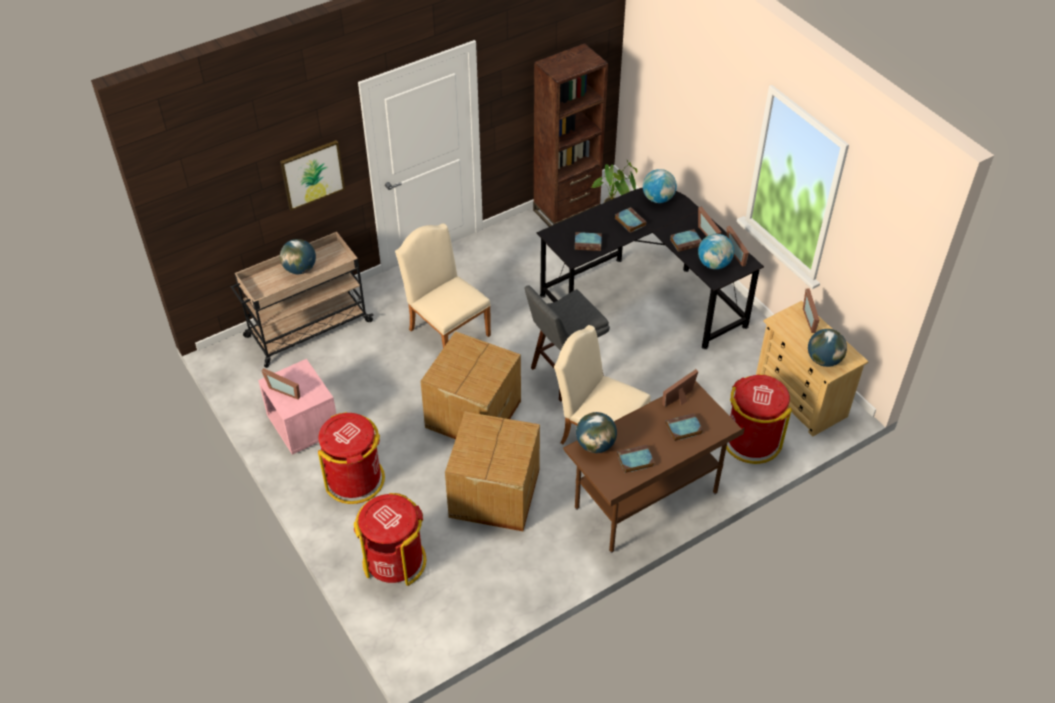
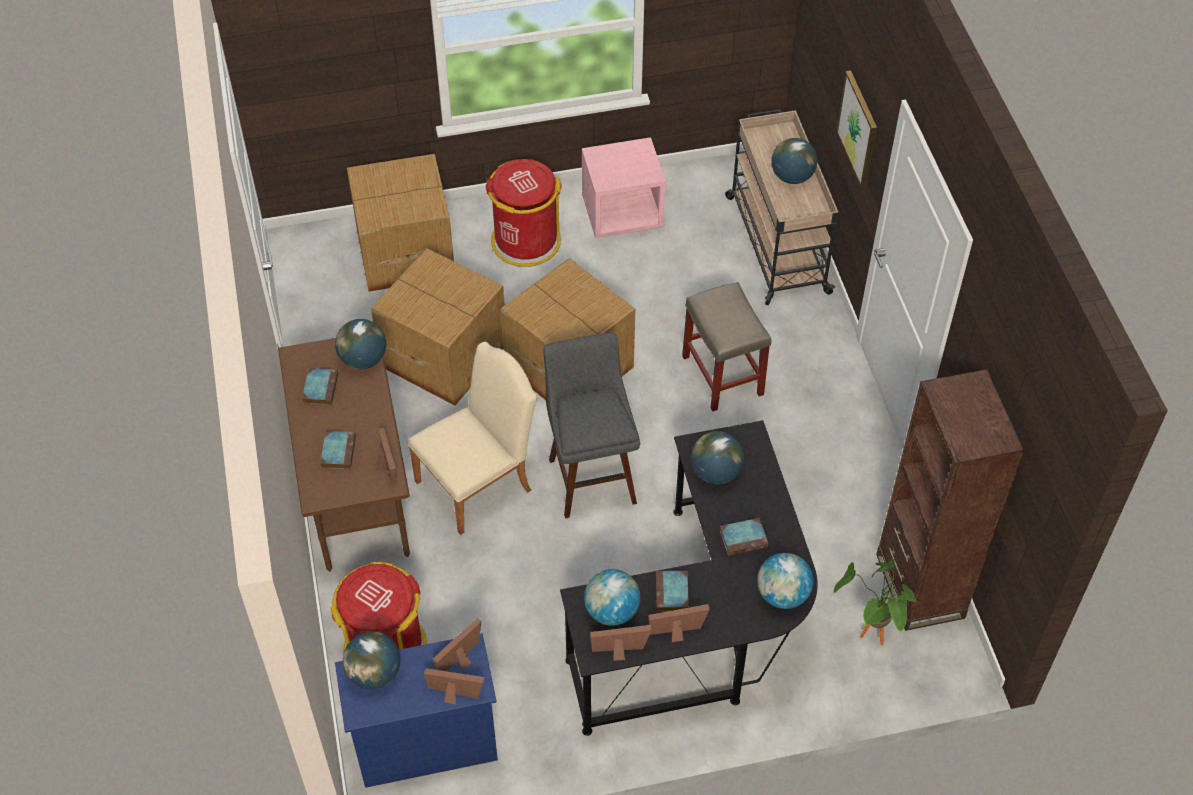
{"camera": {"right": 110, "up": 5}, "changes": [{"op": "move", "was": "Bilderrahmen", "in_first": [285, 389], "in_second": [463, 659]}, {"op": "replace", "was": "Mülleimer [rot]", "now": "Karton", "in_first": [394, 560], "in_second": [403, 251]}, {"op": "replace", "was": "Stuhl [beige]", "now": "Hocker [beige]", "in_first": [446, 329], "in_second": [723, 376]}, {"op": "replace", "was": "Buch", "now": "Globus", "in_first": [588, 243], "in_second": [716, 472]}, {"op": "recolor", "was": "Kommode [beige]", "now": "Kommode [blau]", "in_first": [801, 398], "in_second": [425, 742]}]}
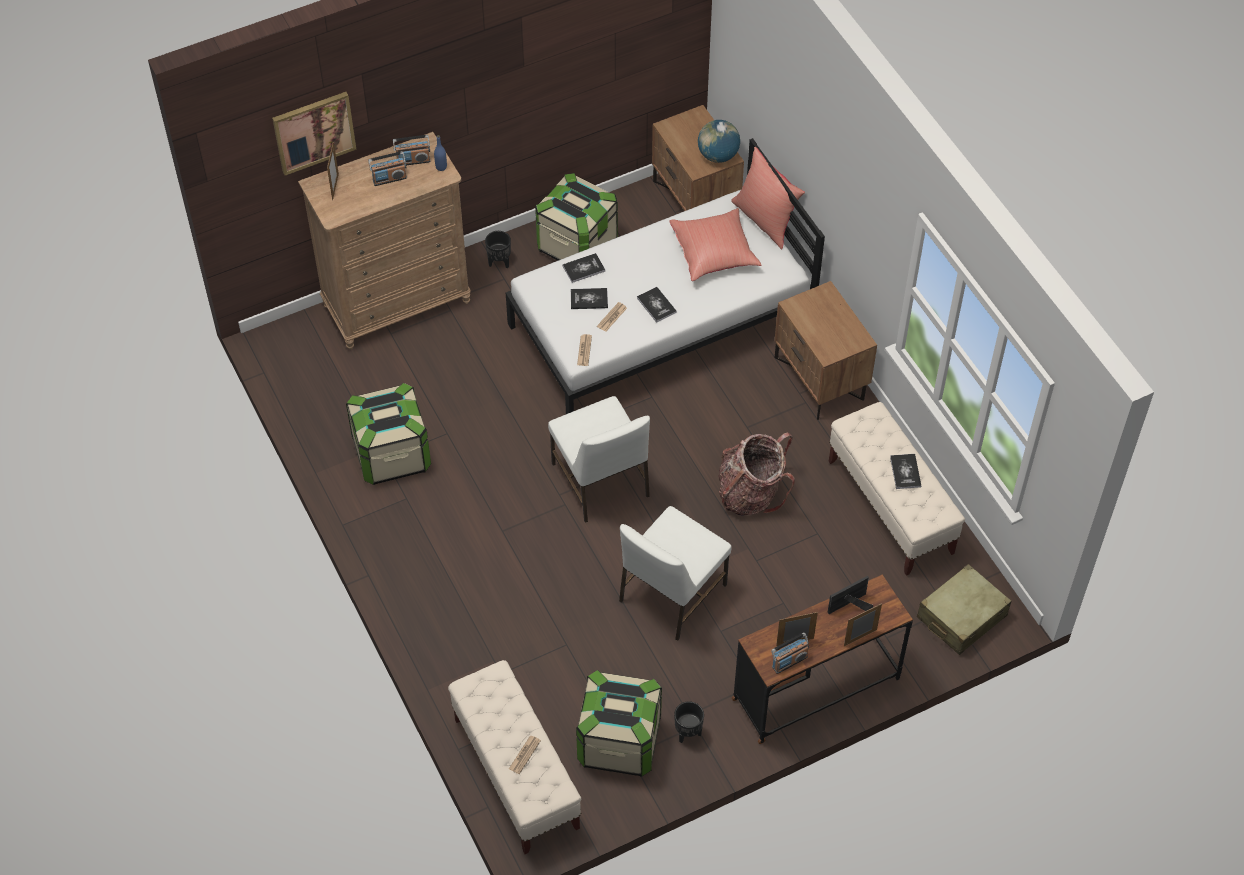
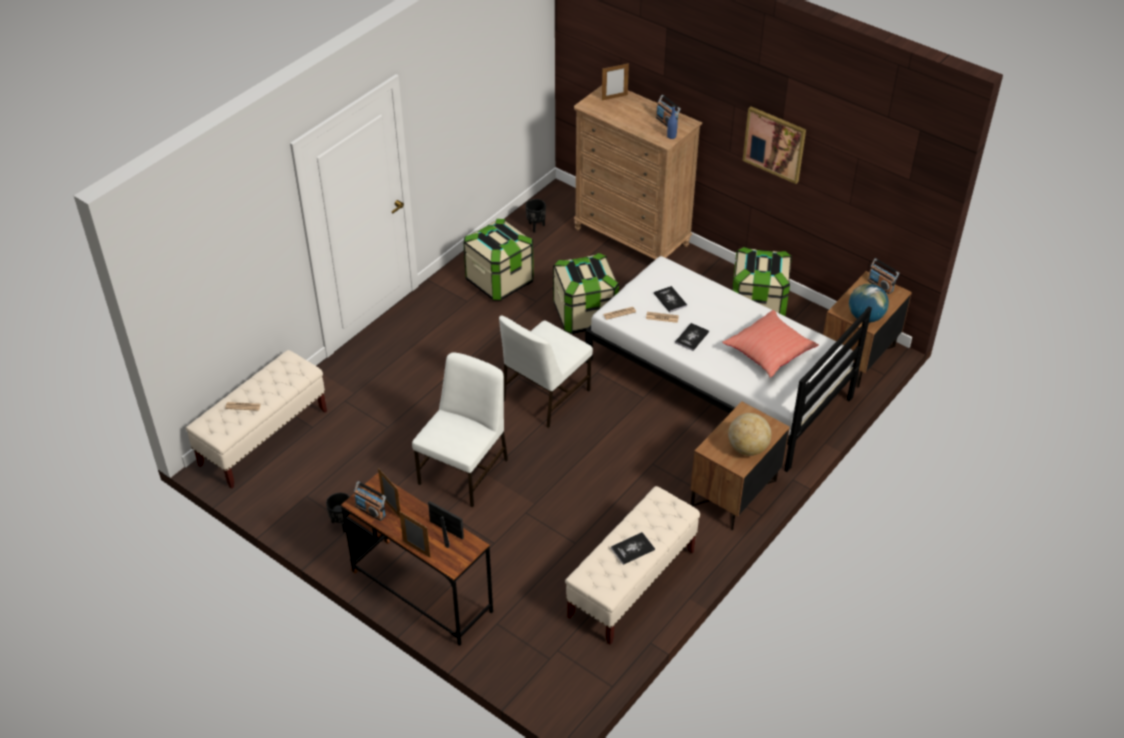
{"camera": {"right": 65, "up": -10}, "changes": [{"op": "move", "was": "Bild", "in_first": [314, 132], "in_second": [774, 144]}, {"op": "move", "was": "Radio", "in_first": [389, 179], "in_second": [880, 285]}, {"op": "move", "was": "Pflanzkübel [schwarz]", "in_first": [499, 262], "in_second": [535, 226]}, {"op": "delete", "was": "Buch", "in_first": [584, 268]}, {"op": "move", "was": "Aufbewahrungsbox", "in_first": [619, 741], "in_second": [585, 315]}, {"op": "rotate", "was": "Stuhl [weiß]", "in_first": [671, 594], "in_second": [465, 471], "clockwise": 105}, {"op": "delete", "was": "Rucksack", "in_first": [751, 493]}, {"op": "delete", "was": "Kissen [rot]", "in_first": [765, 220]}, {"op": "delete", "was": "Koffer [beige]", "in_first": [961, 617]}, {"op": "insert", "now": "Globus", "in_second": [747, 448]}]}
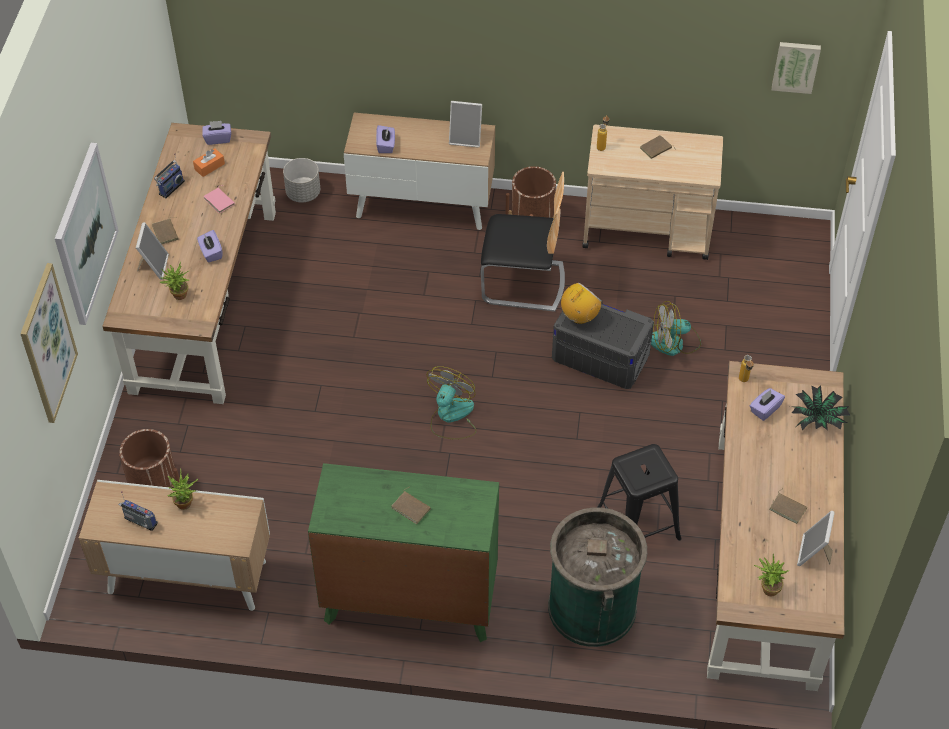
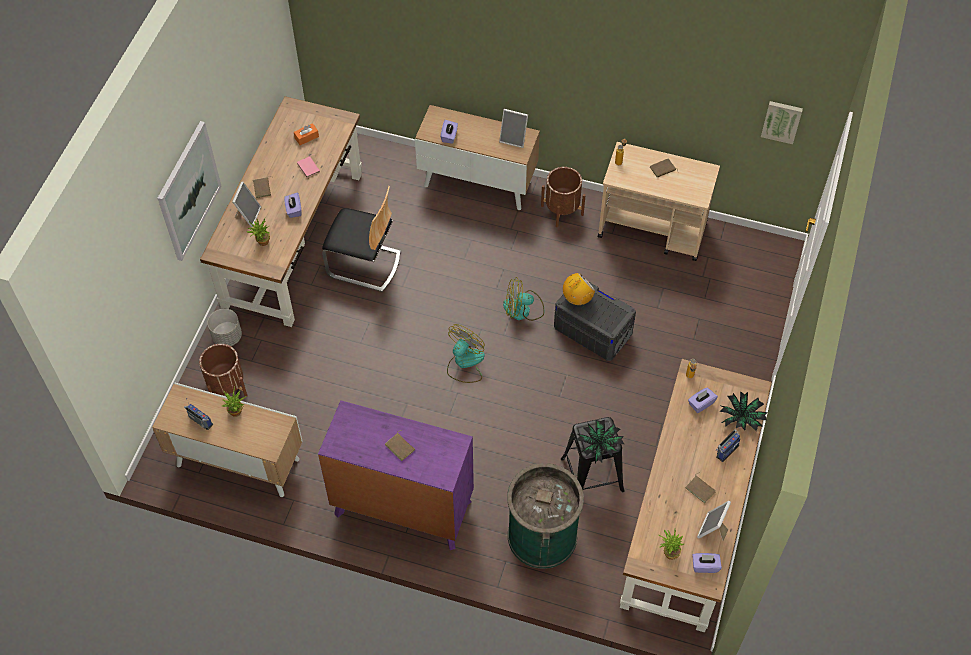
{"camera": {"right": 10, "up": 5}, "changes": [{"op": "delete", "was": "Bild", "in_first": [47, 344]}, {"op": "move", "was": "Radio", "in_first": [170, 187], "in_second": [726, 450]}, {"op": "move", "was": "Taschentuchbox [lila]", "in_first": [218, 139], "in_second": [705, 566]}, {"op": "move", "was": "Pflanzkübel [grau]", "in_first": [303, 193], "in_second": [227, 337]}, {"op": "recolor", "was": "Kommode [grün]", "now": "Kommode [lila]", "in_first": [409, 600], "in_second": [402, 508]}, {"op": "move", "was": "Stuhl", "in_first": [523, 283], "in_second": [364, 264]}, {"op": "move", "was": "Ventilator", "in_first": [674, 342], "in_second": [523, 309]}, {"op": "insert", "now": "Topfpflanze", "in_second": [600, 446]}]}
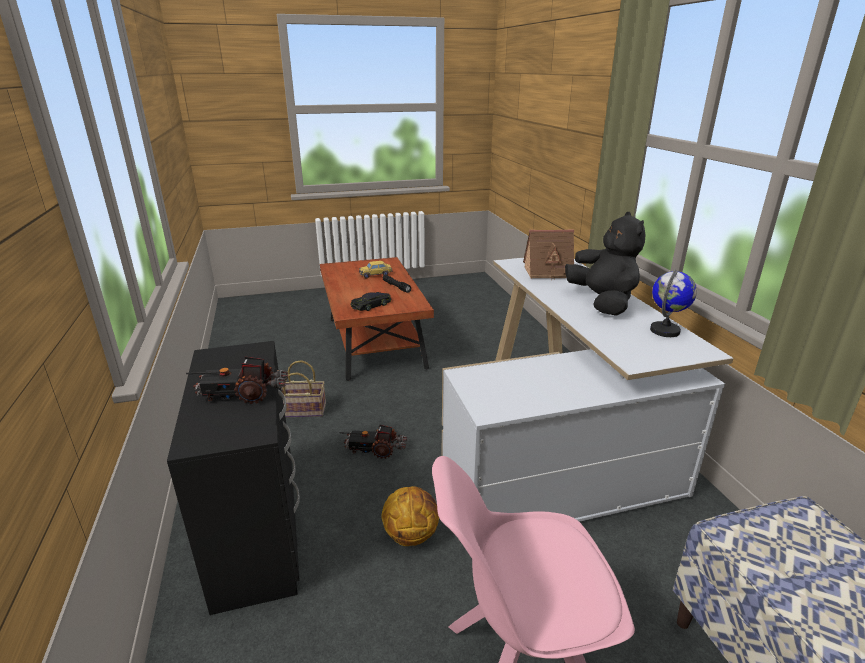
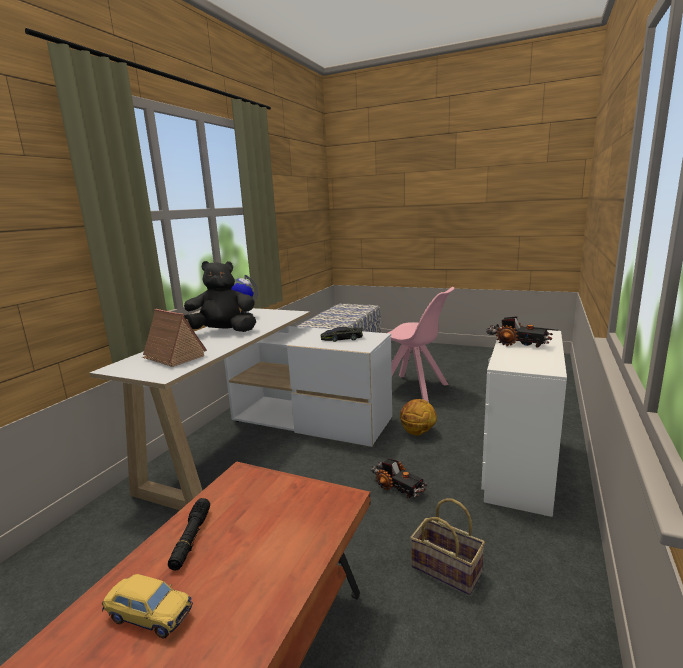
{"camera": {"right": -140, "up": -10}, "changes": [{"op": "recolor", "was": "Kommode [schwarz]", "now": "Kommode [weiß]", "in_first": [259, 529], "in_second": [517, 468]}, {"op": "move", "was": "Spielzeugauto [schwarz]", "in_first": [371, 305], "in_second": [342, 338]}, {"op": "rotate", "was": "Plüschtier [schwarz]", "in_first": [602, 302], "in_second": [222, 332], "clockwise": 60}]}
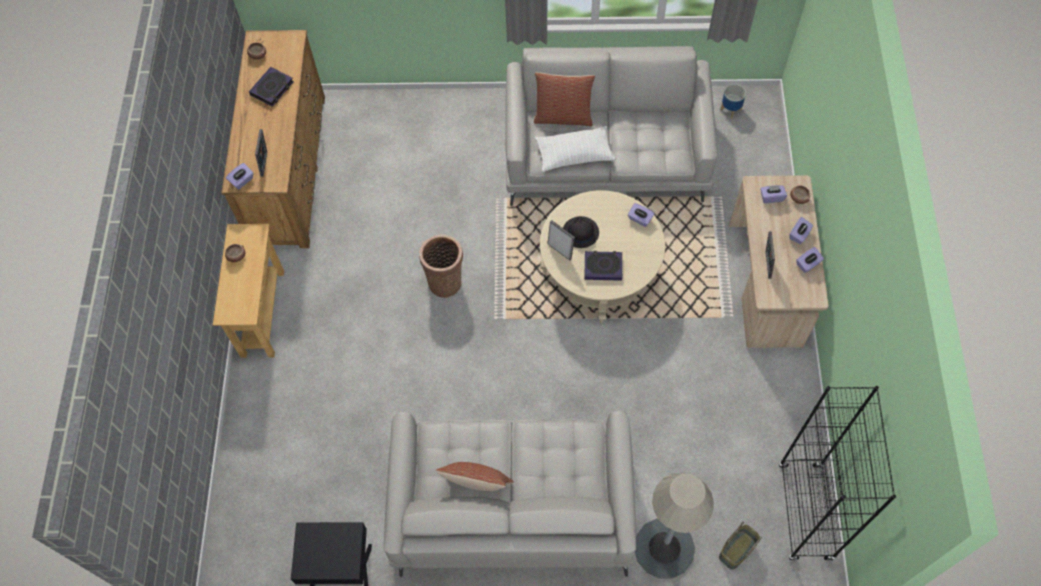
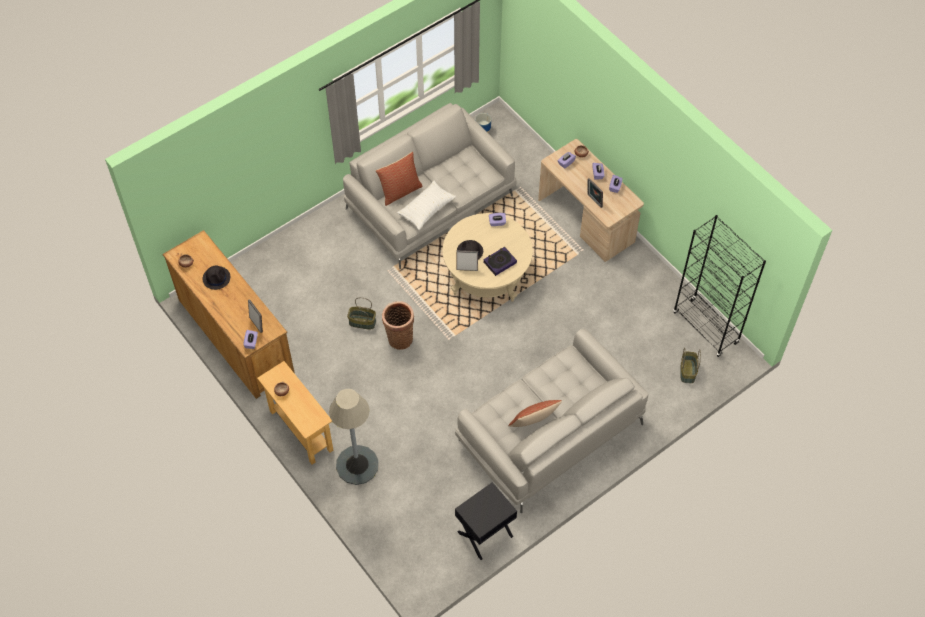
{"camera": {"right": -40, "up": -5}, "changes": [{"op": "replace", "was": "Buch", "now": "Hut [schwarz]", "in_first": [272, 89], "in_second": [216, 278]}, {"op": "move", "was": "Stehlampe [grau]", "in_first": [664, 548], "in_second": [357, 465]}, {"op": "insert", "now": "Korb", "in_second": [362, 322]}]}
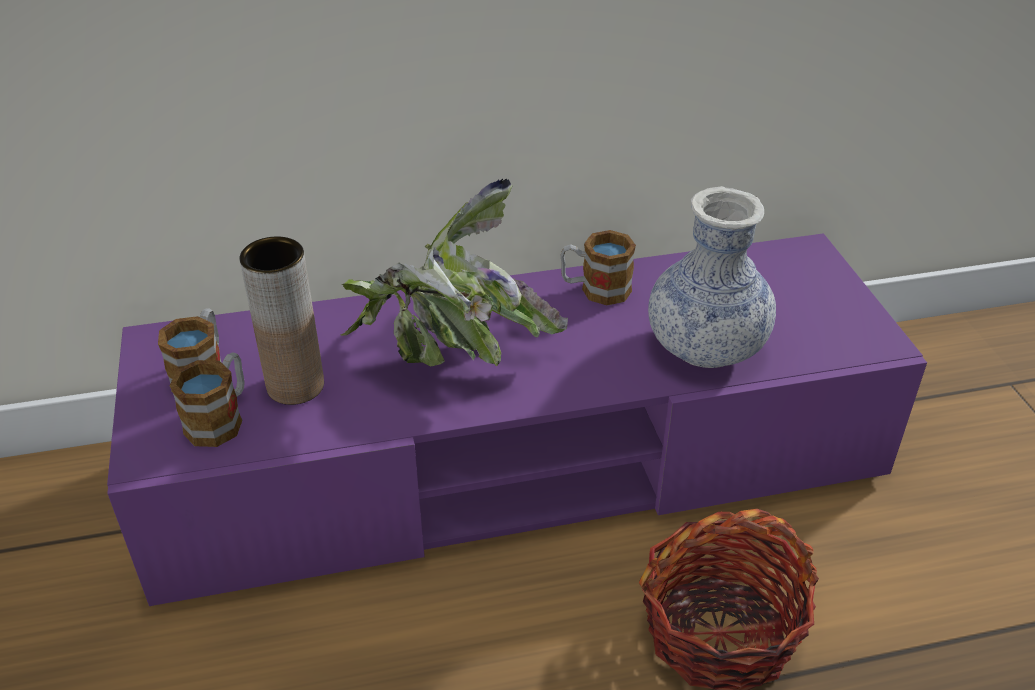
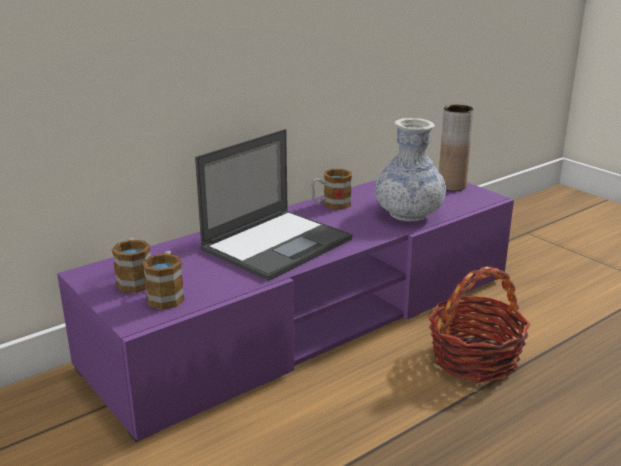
{"camera": {"right": -25, "up": -15}, "changes": [{"op": "move", "was": "Vase [braun]", "in_first": [295, 386], "in_second": [452, 186]}, {"op": "replace", "was": "Topfpflanze", "now": "Laptop", "in_first": [449, 356], "in_second": [278, 243]}]}
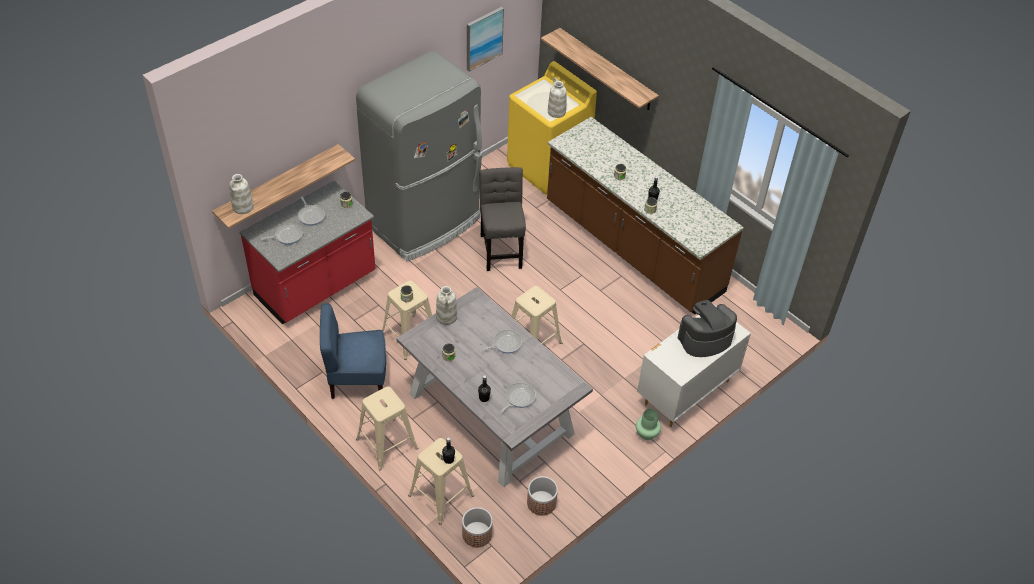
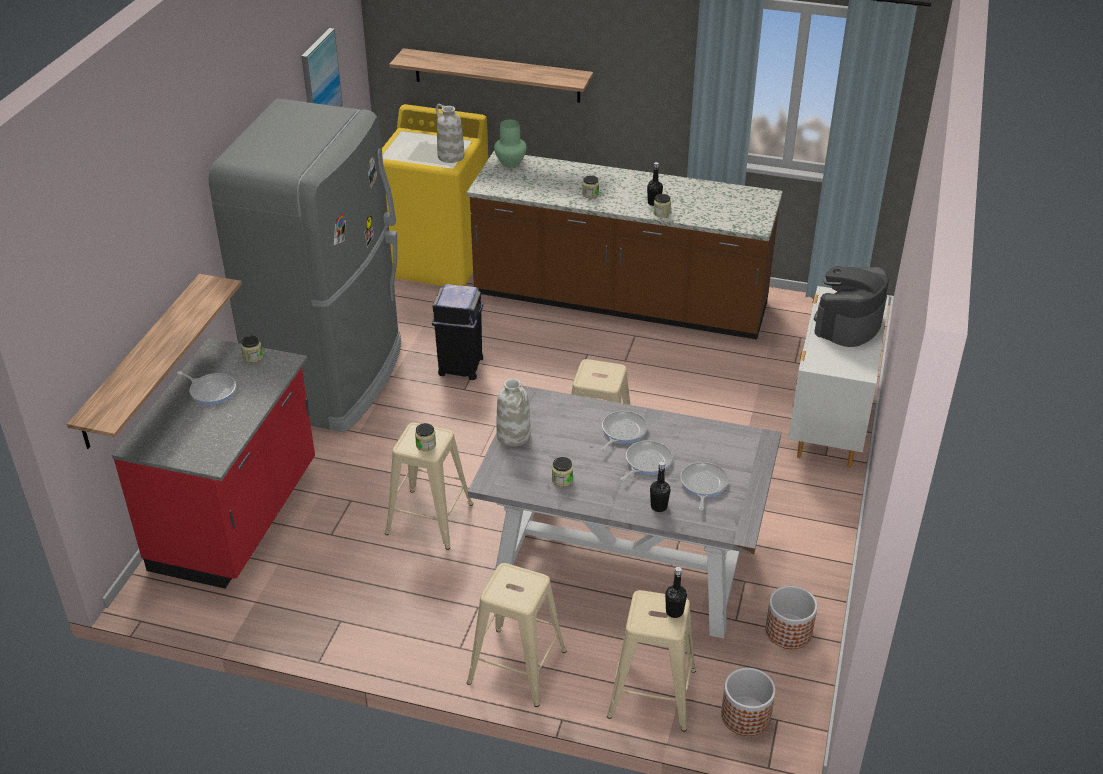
{"camera": {"right": -30, "up": -10}, "changes": [{"op": "delete", "was": "Vase [weiß]", "in_first": [243, 207]}, {"op": "move", "was": "Pfanne", "in_first": [287, 236], "in_second": [646, 462]}, {"op": "delete", "was": "Stuhl [blau]", "in_first": [357, 379]}, {"op": "replace", "was": "Stuhl [grau]", "now": "Mülleimer [schwarz]", "in_first": [501, 248], "in_second": [460, 367]}, {"op": "move", "was": "Vase [grün]", "in_first": [647, 434], "in_second": [511, 162]}]}
